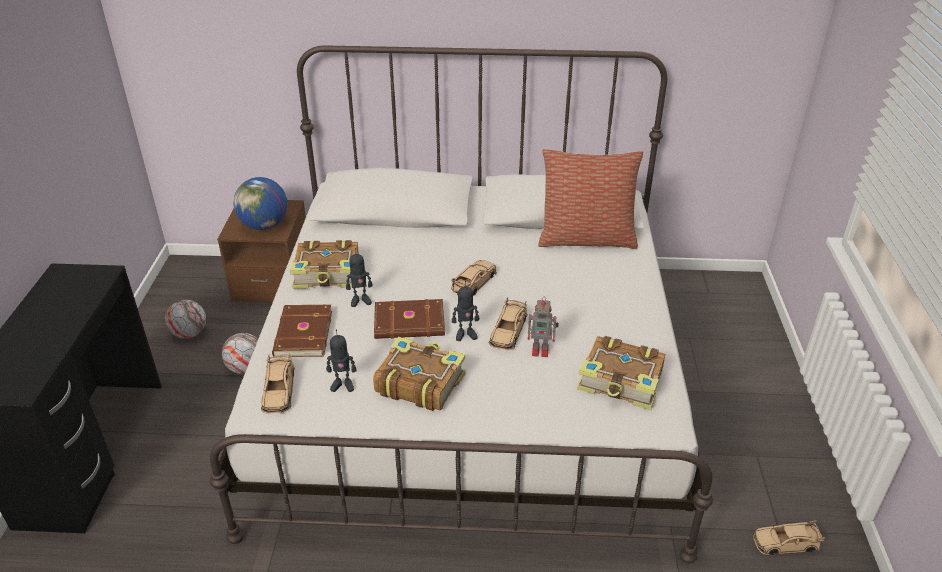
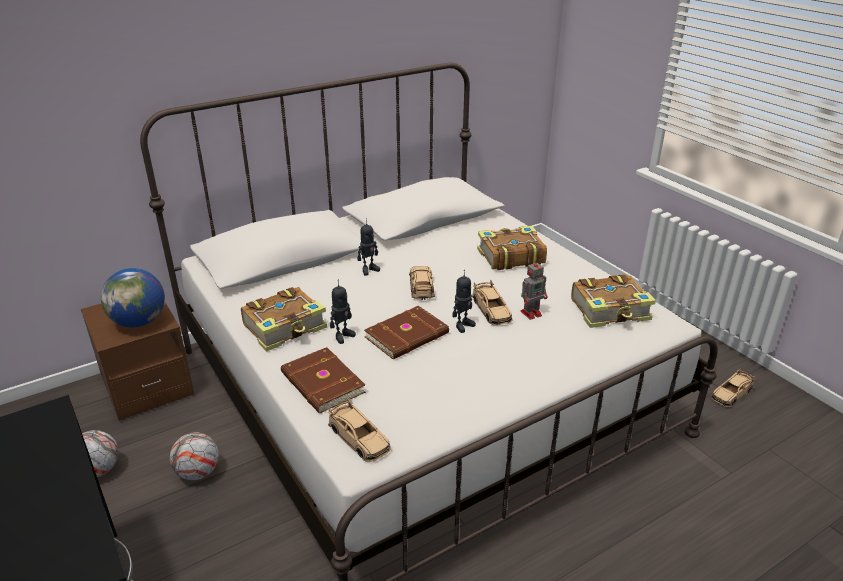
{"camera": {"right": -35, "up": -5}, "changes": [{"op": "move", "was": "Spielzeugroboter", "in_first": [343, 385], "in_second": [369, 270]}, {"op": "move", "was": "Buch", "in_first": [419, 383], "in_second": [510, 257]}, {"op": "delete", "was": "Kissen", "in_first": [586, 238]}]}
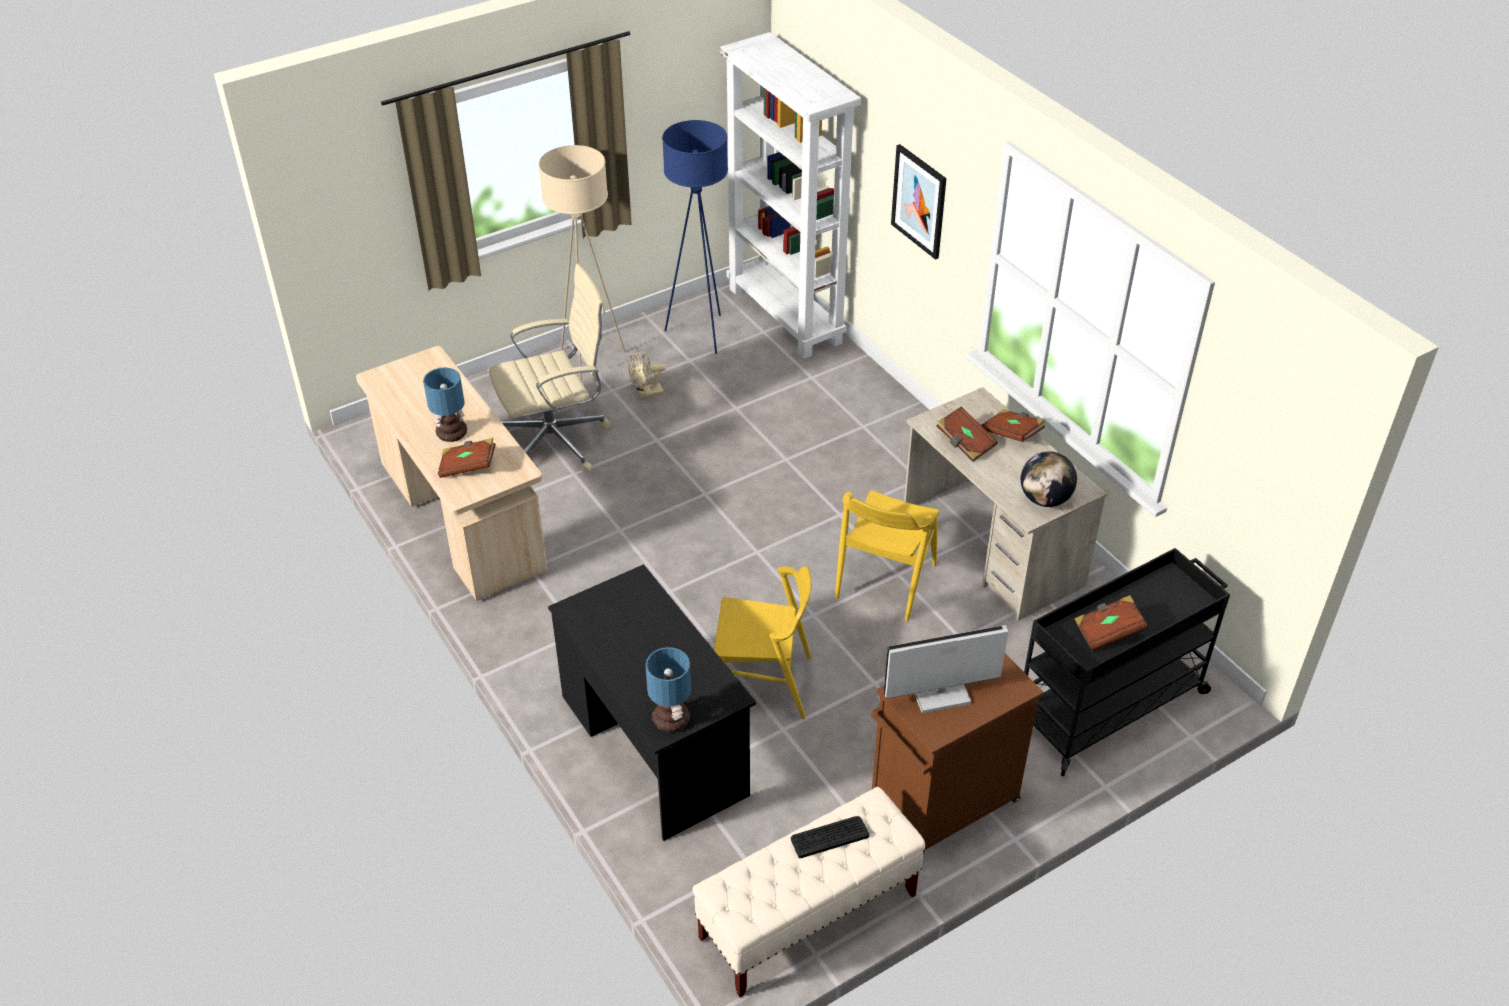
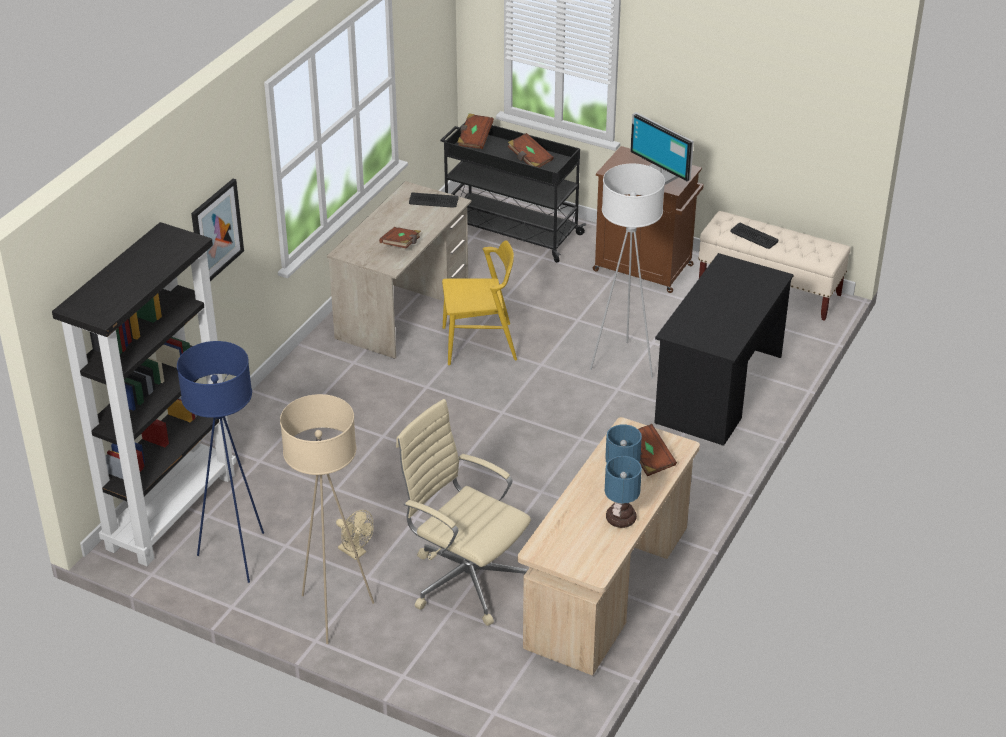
{"camera": {"right": -120, "up": -5}, "changes": [{"op": "move", "was": "Tischlampe", "in_first": [670, 719], "in_second": [621, 519]}, {"op": "replace", "was": "Stuhl [gelb]", "now": "Stehlampe [weiß]", "in_first": [763, 684], "in_second": [624, 363]}, {"op": "recolor", "was": "Bücherregal [weiß]", "now": "Bücherregal [schwarz]", "in_first": [786, 316], "in_second": [171, 510]}, {"op": "move", "was": "Buch [braun]", "in_first": [1012, 434], "in_second": [474, 139]}, {"op": "replace", "was": "Globus", "now": "Tastatur", "in_first": [1045, 499], "in_second": [433, 201]}]}
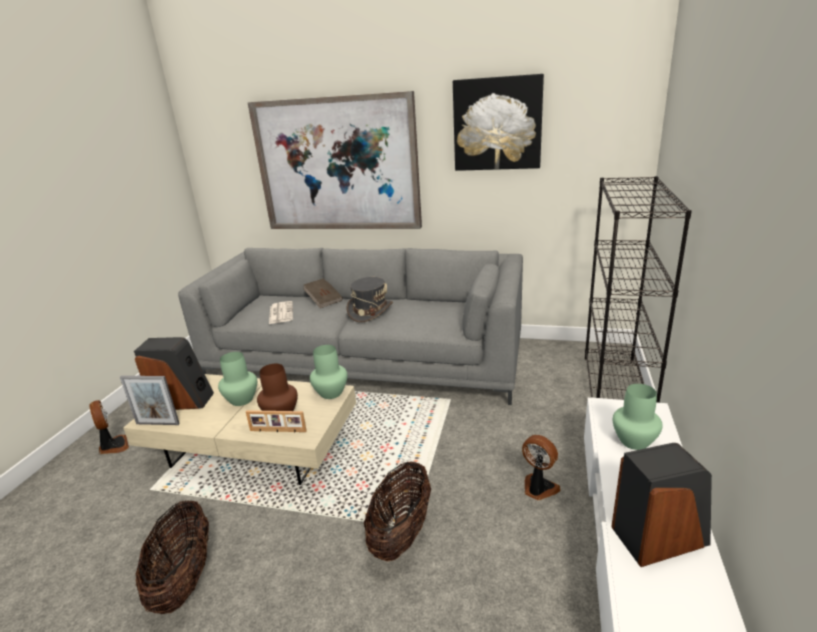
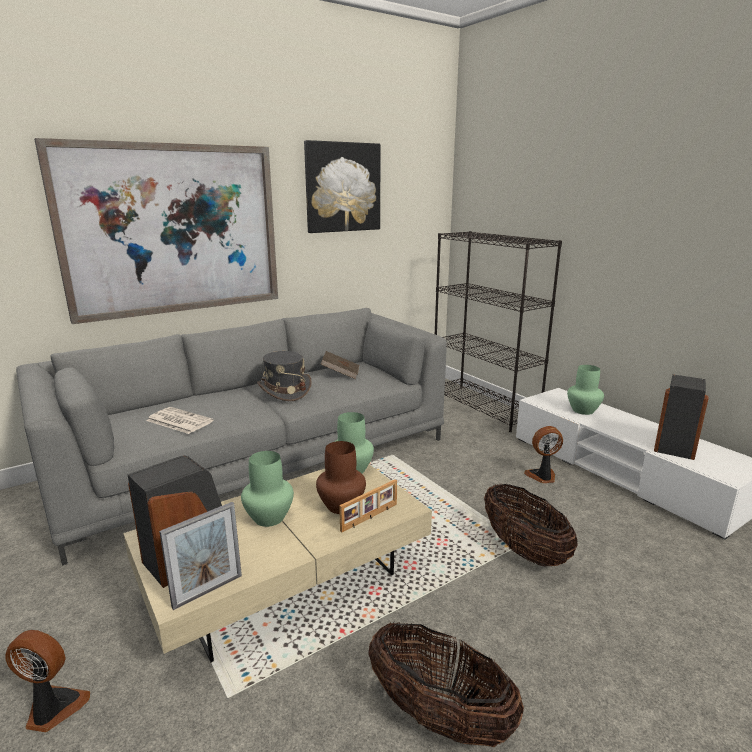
{"camera": {"right": -50, "up": -5}, "changes": [{"op": "move", "was": "Buch [braun]", "in_first": [324, 300], "in_second": [340, 374]}]}
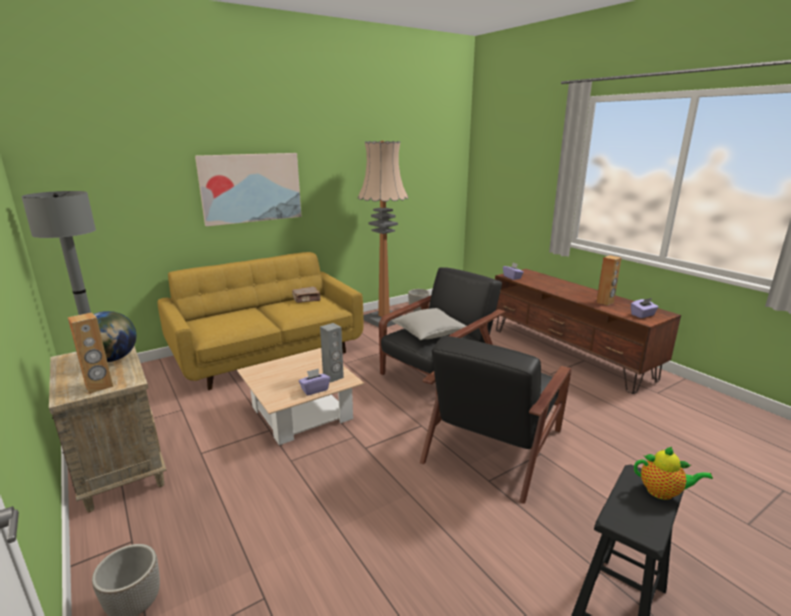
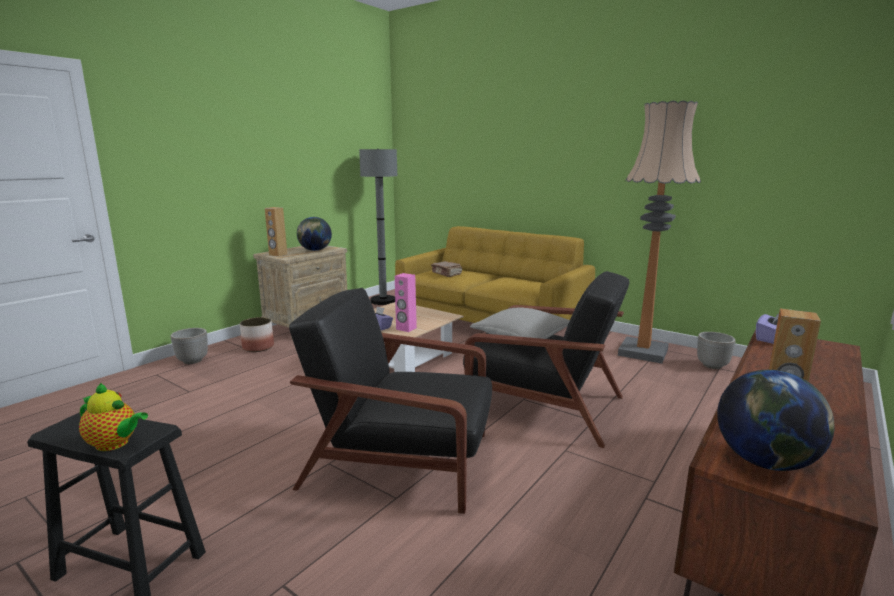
{"camera": {"right": 70, "up": -5}, "changes": [{"op": "delete", "was": "Bild", "in_first": [251, 188]}, {"op": "move", "was": "Buch [braun]", "in_first": [307, 300], "in_second": [446, 274]}, {"op": "recolor", "was": "Lautsprecher [grau]", "now": "Lautsprecher [rosa]", "in_first": [333, 377], "in_second": [406, 329]}, {"op": "replace", "was": "Taschentuchbox [lila]", "now": "Globus", "in_first": [642, 315], "in_second": [765, 462]}, {"op": "rotate", "was": "Teekanne", "in_first": [663, 492], "in_second": [115, 444], "clockwise": -75}, {"op": "insert", "now": "Pflanzkübel", "in_second": [258, 347]}]}
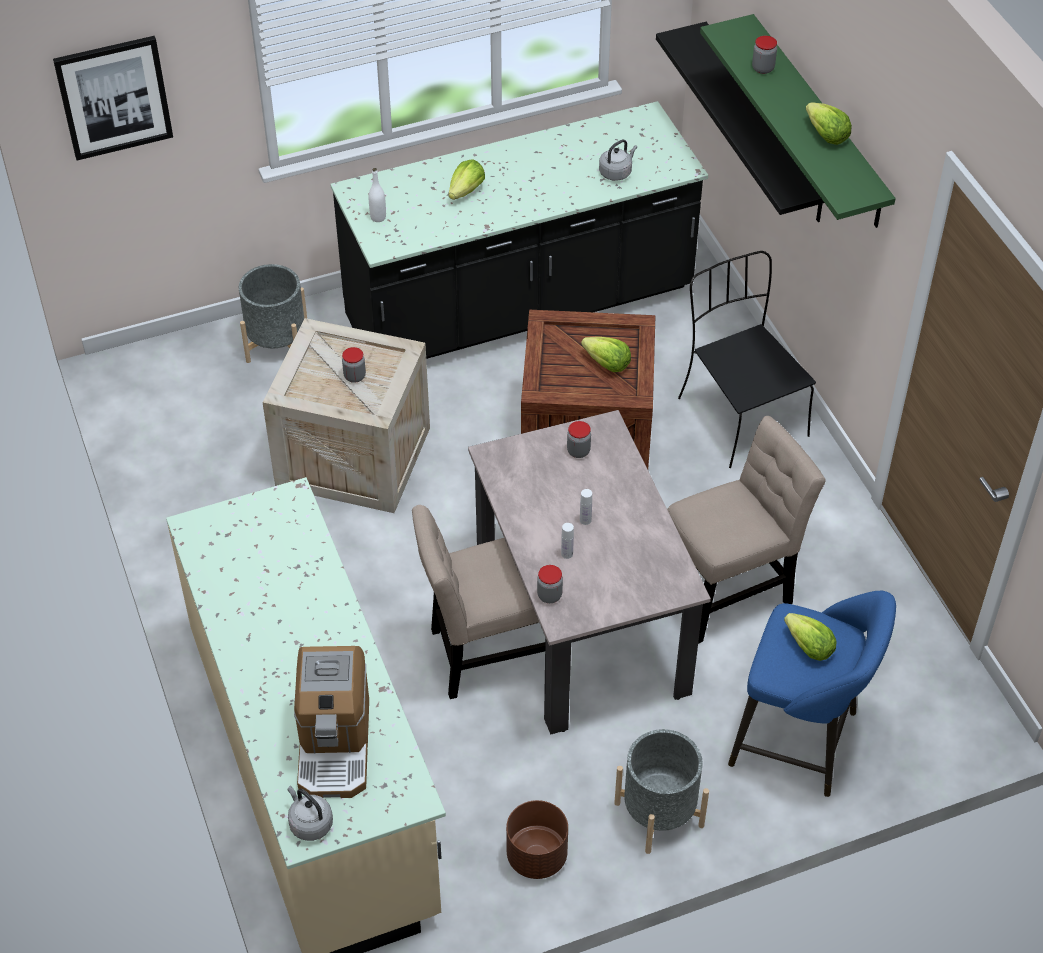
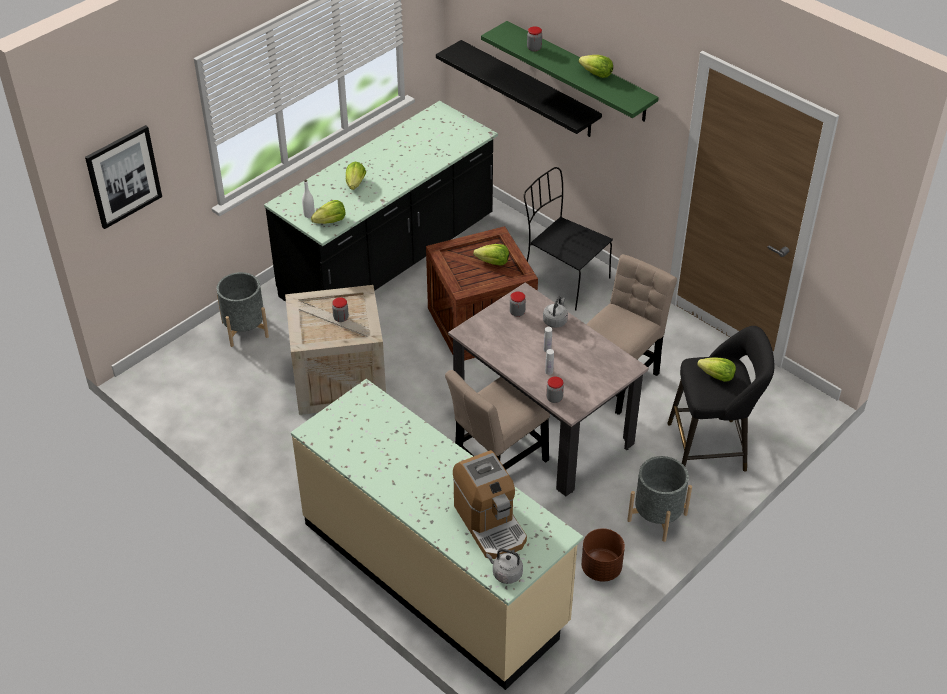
{"camera": {"right": -25, "up": -5}, "changes": [{"op": "move", "was": "Wasserkessel [grau]", "in_first": [616, 172], "in_second": [555, 320]}, {"op": "recolor", "was": "Hocker [blau]", "now": "Hocker [schwarz]", "in_first": [801, 741], "in_second": [712, 447]}, {"op": "insert", "now": "Salatkopf", "in_second": [330, 221]}]}
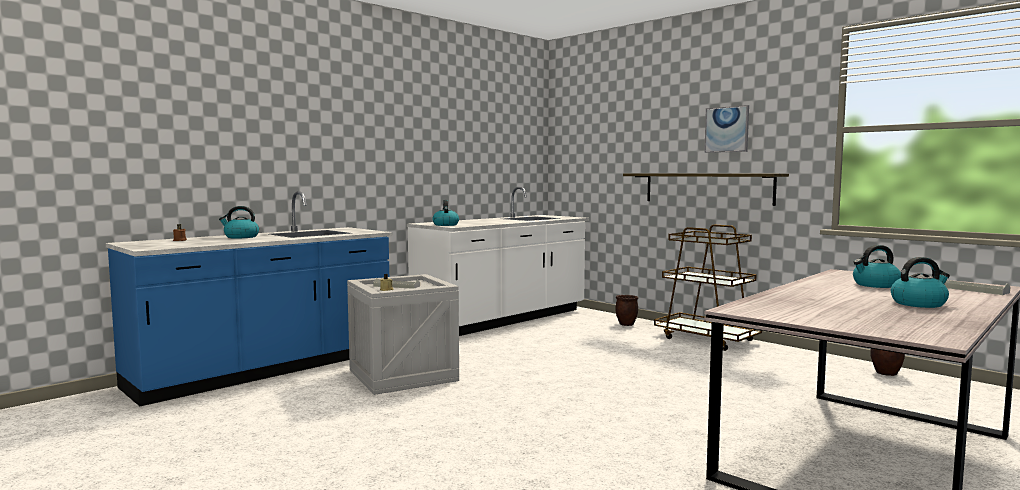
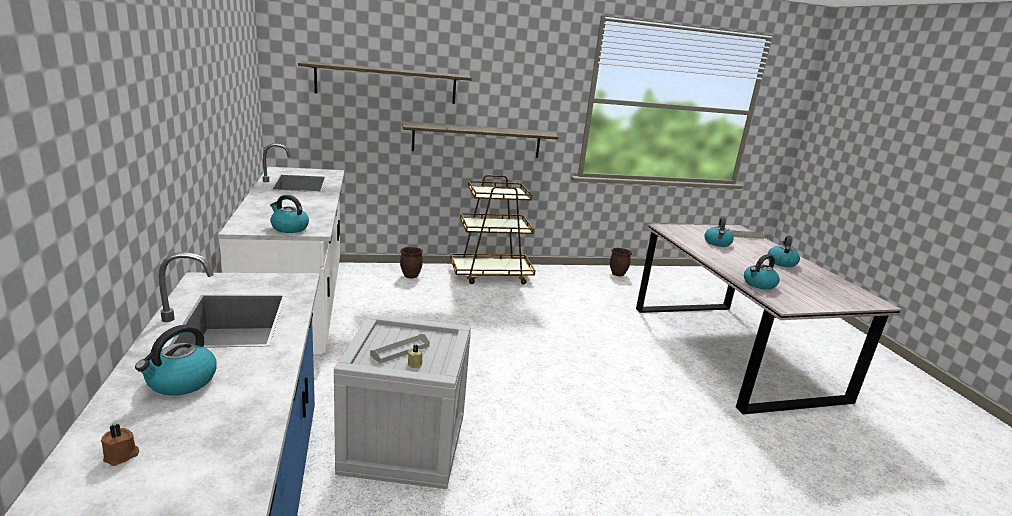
{"camera": {"right": -60, "up": 15}, "changes": [{"op": "delete", "was": "Bild", "in_first": [727, 129]}, {"op": "insert", "now": "Wandregal", "in_second": [386, 83]}, {"op": "insert", "now": "Wasserkessel", "in_second": [759, 284]}]}
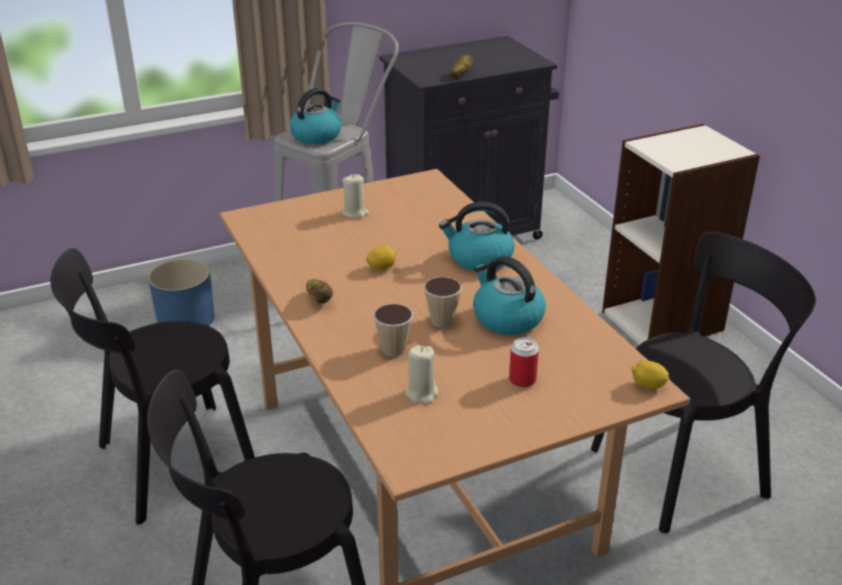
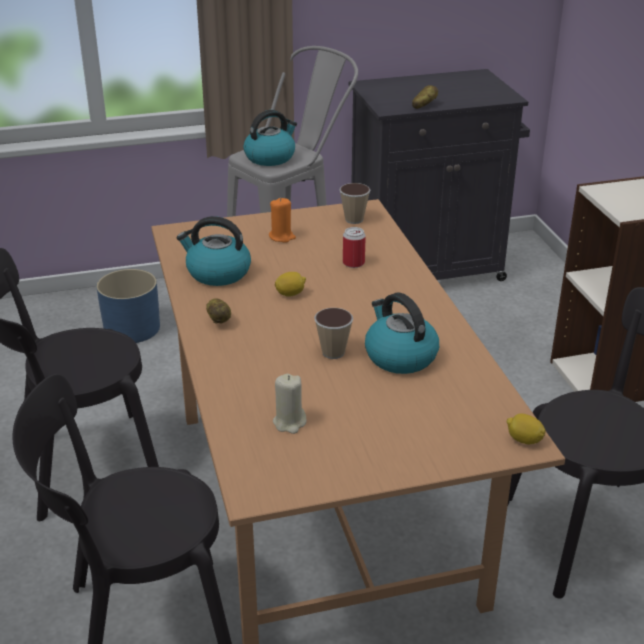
{"camera": {"right": 10, "up": 0}, "changes": [{"op": "recolor", "was": "Kerze [beige]", "now": "Kerze [orange]", "in_first": [355, 213], "in_second": [282, 237]}, {"op": "move", "was": "Tasse", "in_first": [393, 349], "in_second": [354, 219]}, {"op": "move", "was": "Wasserkessel", "in_first": [479, 258], "in_second": [217, 273]}, {"op": "move", "was": "Dose", "in_first": [522, 380], "in_second": [353, 263]}]}
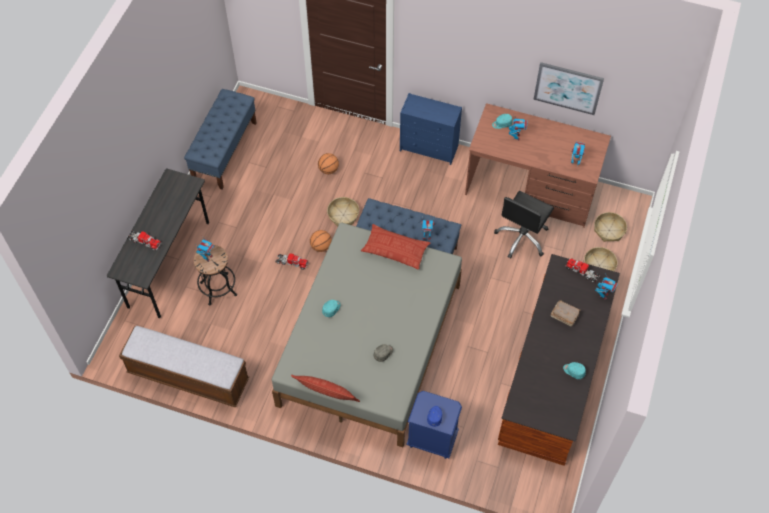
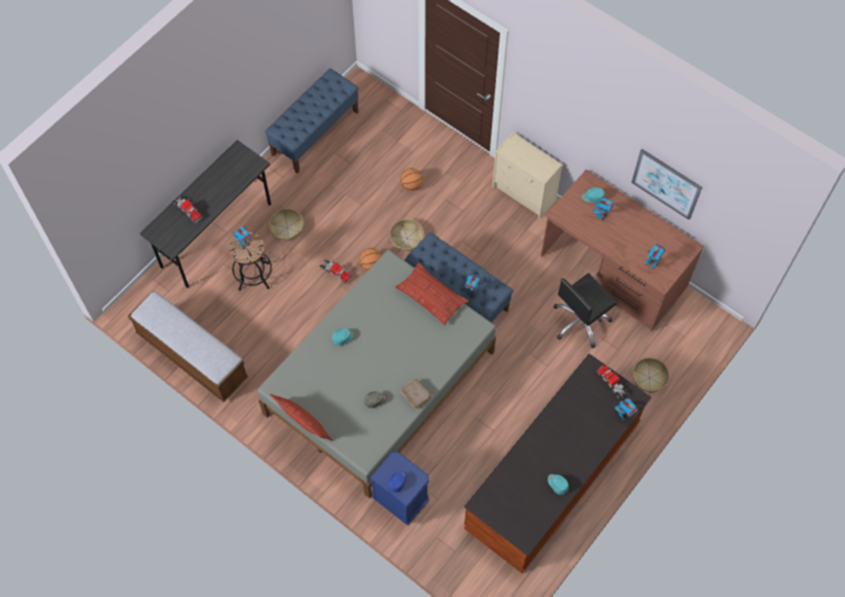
{"camera": {"right": 20, "up": 5}, "changes": [{"op": "recolor", "was": "Kommode [blau]", "now": "Kommode [beige]", "in_first": [429, 148], "in_second": [524, 194]}, {"op": "move", "was": "Buch [braun]", "in_first": [564, 315], "in_second": [415, 395]}, {"op": "move", "was": "Korb", "in_first": [609, 230], "in_second": [287, 227]}]}
